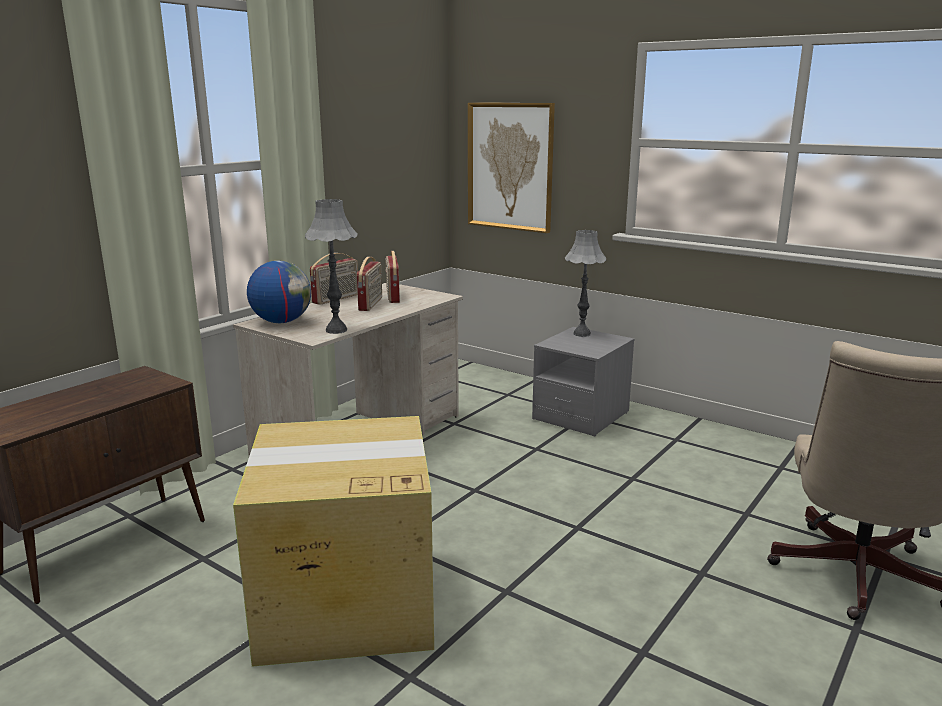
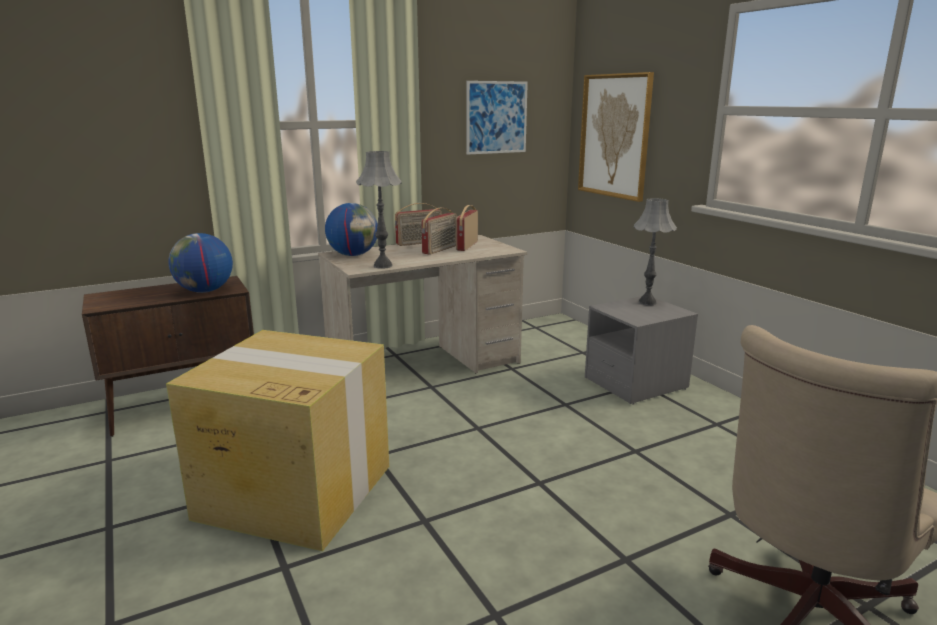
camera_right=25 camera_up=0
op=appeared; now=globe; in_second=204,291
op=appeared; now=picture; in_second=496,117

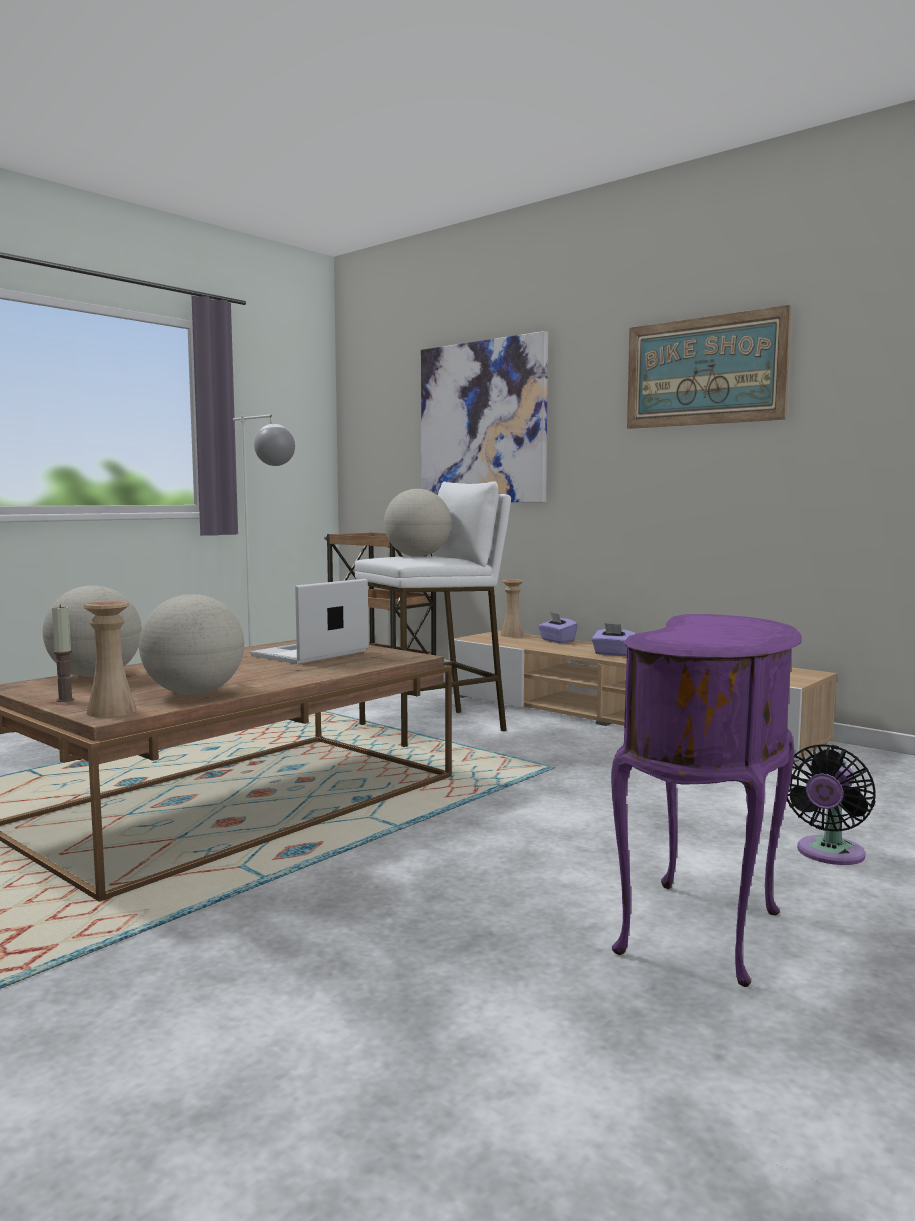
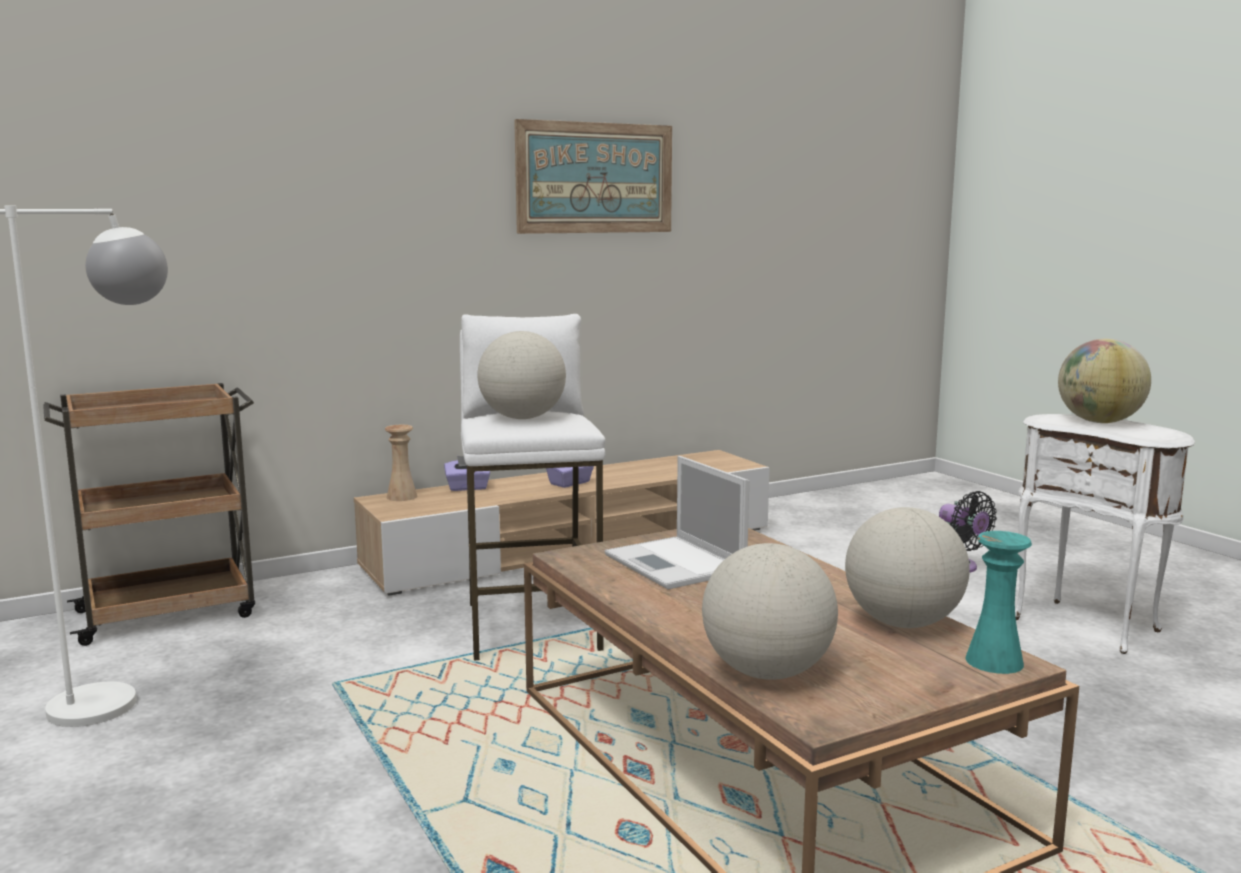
camera_right=-70 camera_up=5
op=missing; was=candle; in_first=65,700
op=missing; was=picture; in_first=482,422
op=appeared; now=globe; in_second=1099,422
op=colour; was=vase in beige; now=vase in turquoise; in_first=111,711; in_second=994,661
op=colour; was=side table in purple; now=side table in white; in_first=707,934; in_second=1088,625

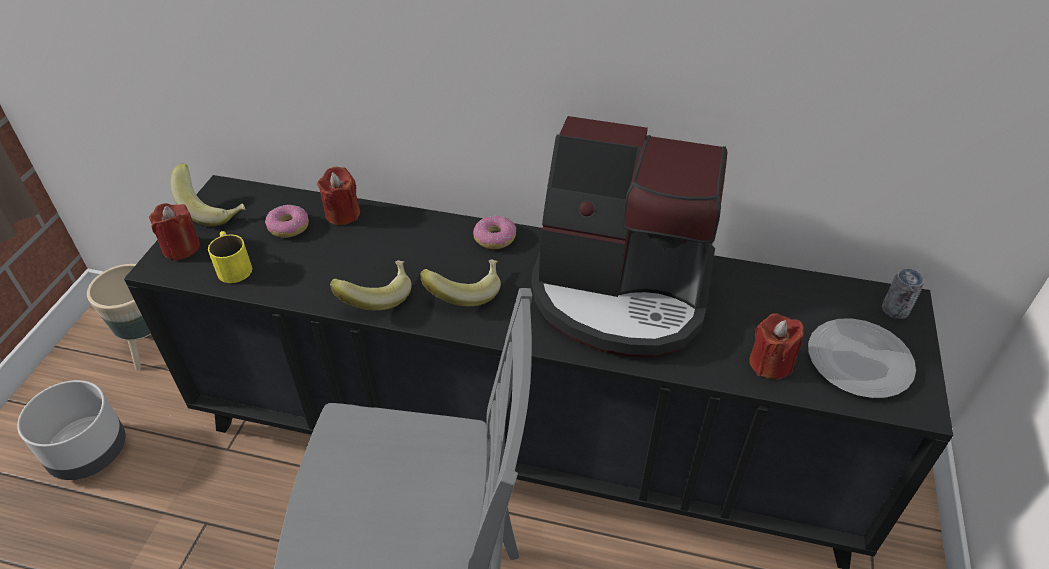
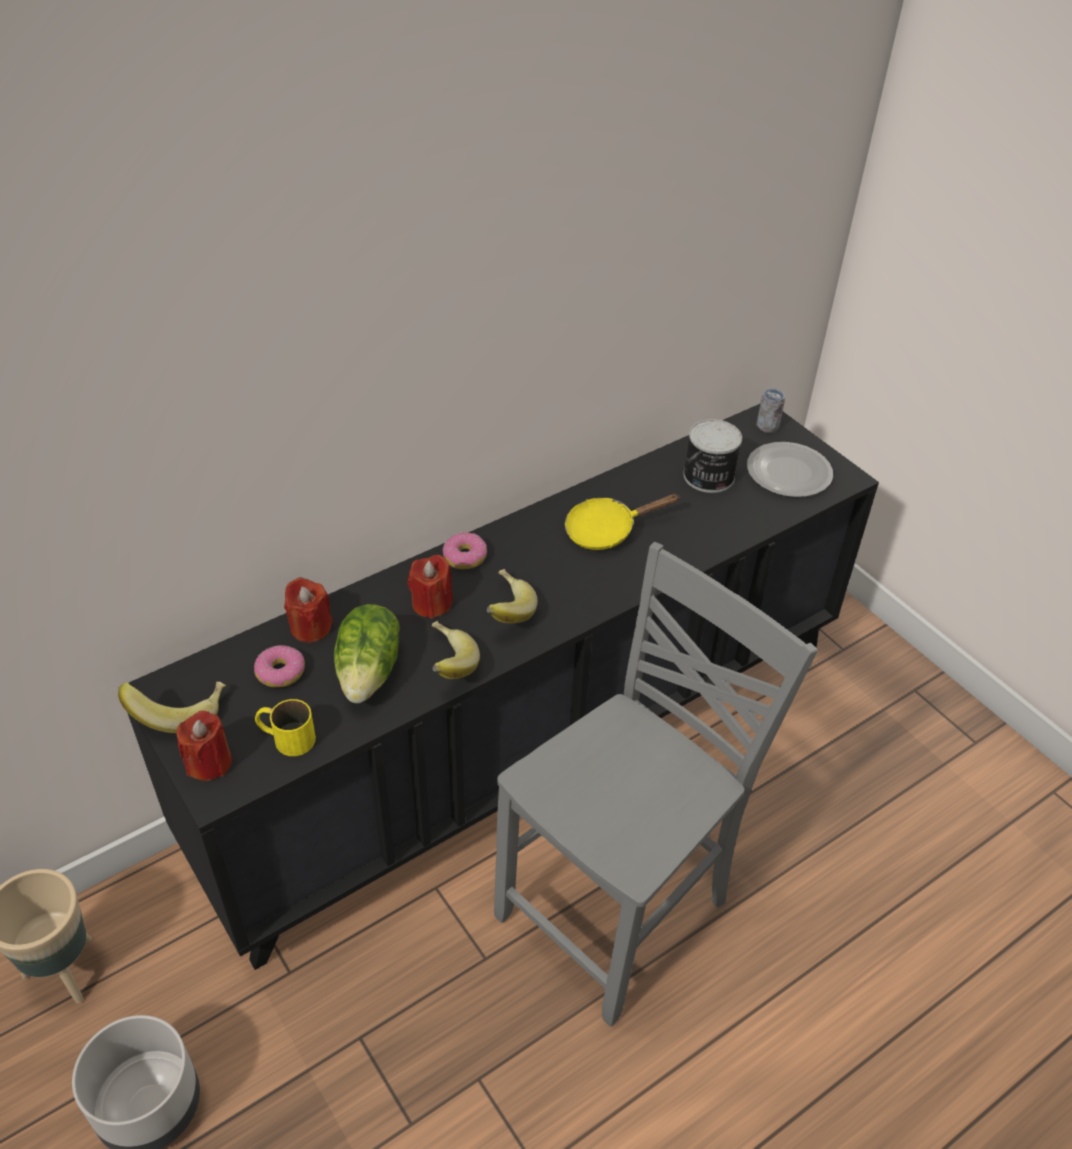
camera_right=-50 camera_up=0
op=appeared; now=lettuce; in_second=370,671
op=appeared; now=can; in_second=708,477
op=relocated; was=candle in red; in_first=770,363; in_second=431,604
op=exchanged; was=coffee machine; now=frying pan in yellow; in_first=622,292; in_second=606,530

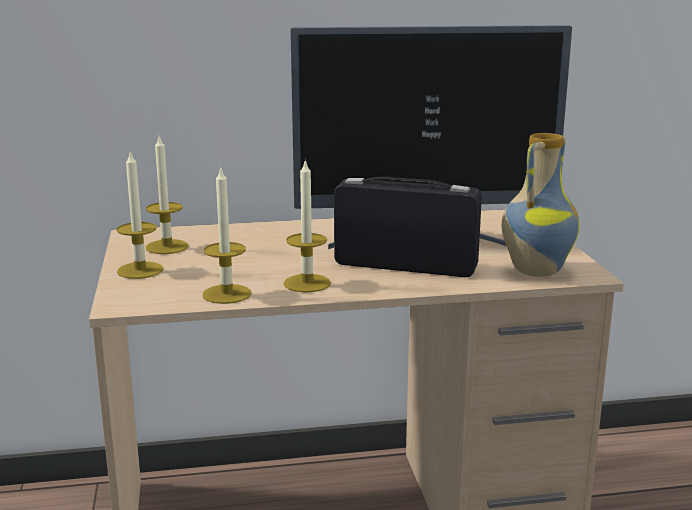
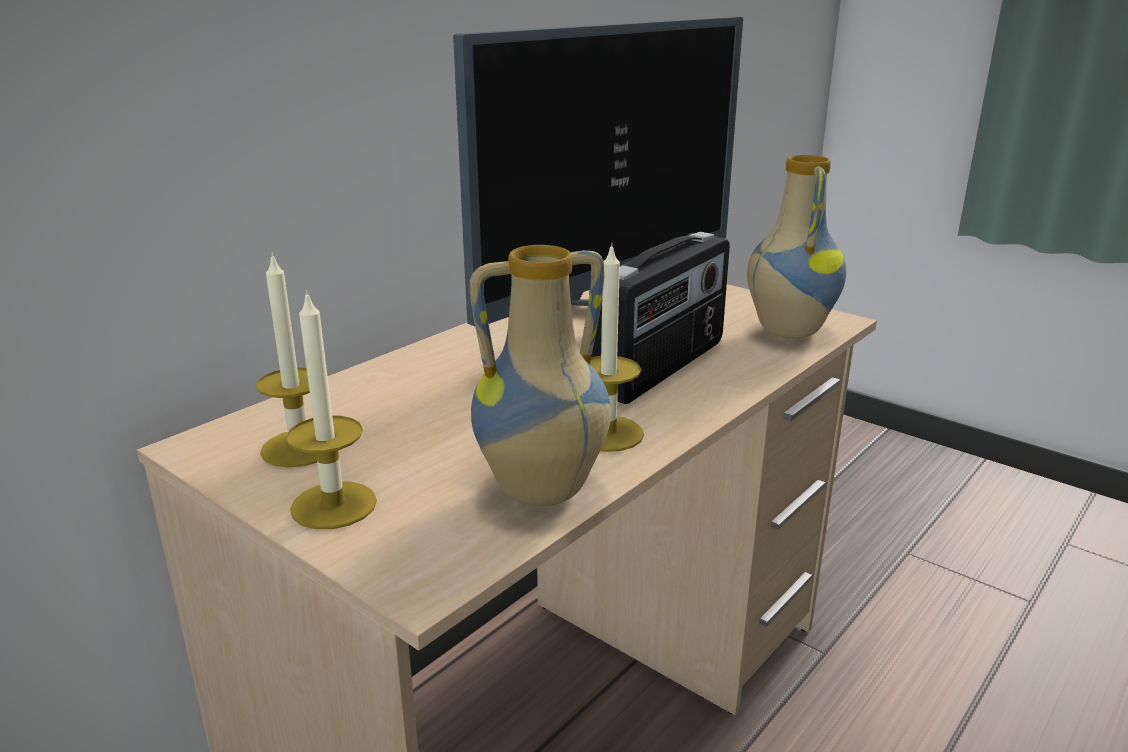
camera_right=-40 camera_up=5
op=exchanged; was=candle; now=vase; in_first=227,294; in_second=542,492
op=spun; was=radio; in_first=405,266; in_second=661,368; clockwise=150

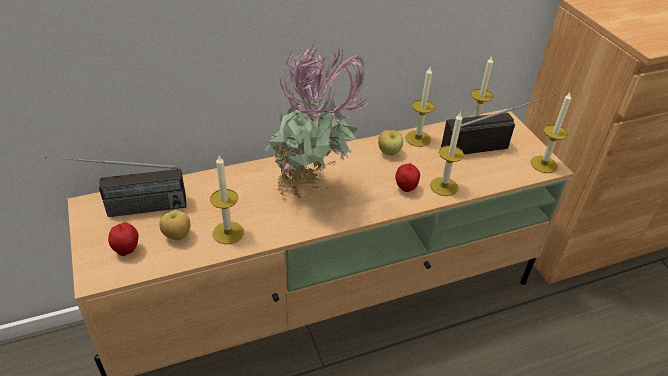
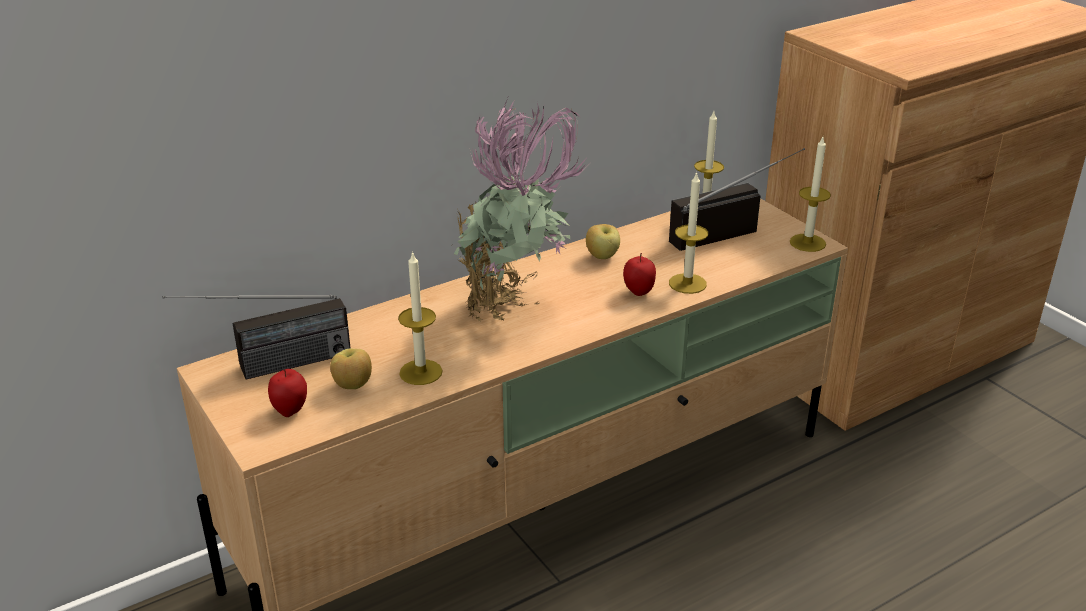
camera_right=-10 camera_up=-10
op=missing; was=candle; in_first=418,138

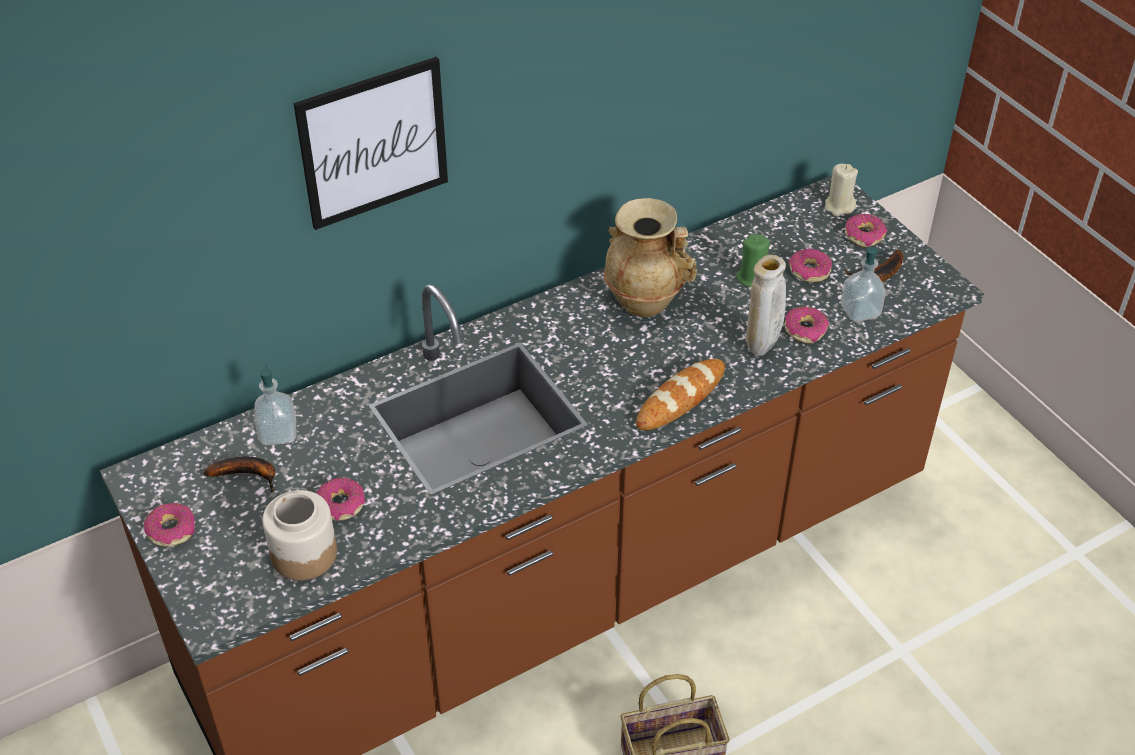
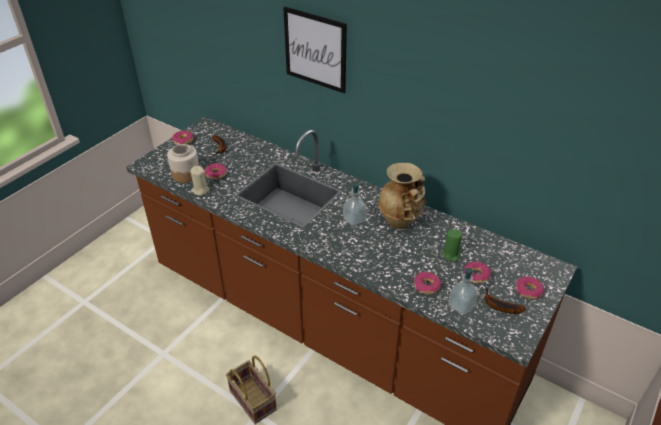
camera_right=65 camera_up=-5
op=missing; was=bread; in_first=680,398
op=missing; was=vase in beige; in_first=761,349
op=relocated; was=soap dispenser; in_first=278,433; in_second=354,219
op=relocated; was=candle in beige; in_first=839,207; in_second=200,190

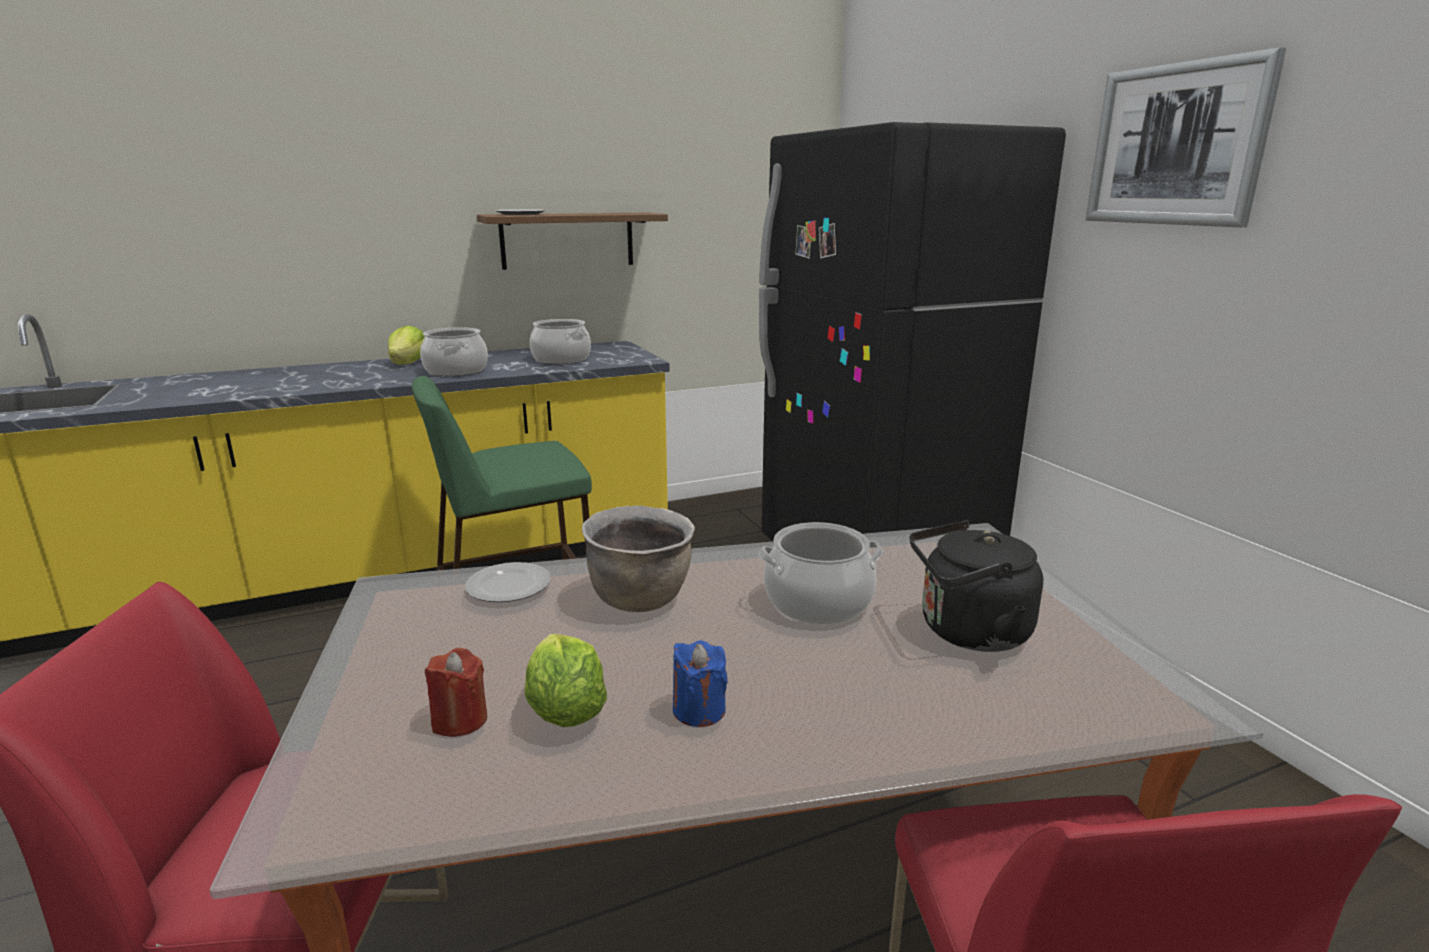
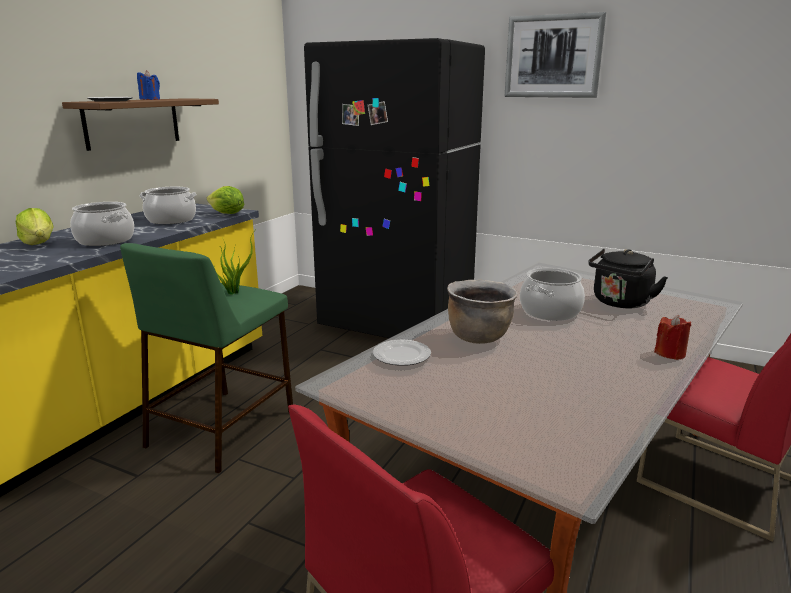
camera_right=-40 camera_up=0
op=appeared; now=potted plant; in_second=235,292
op=relocated; was=candle in red; in_first=459,720; in_second=670,353
op=relocated; was=lettuce; in_first=565,711; in_second=227,214
op=relocated; was=candle in blue; in_first=699,710; in_second=150,99

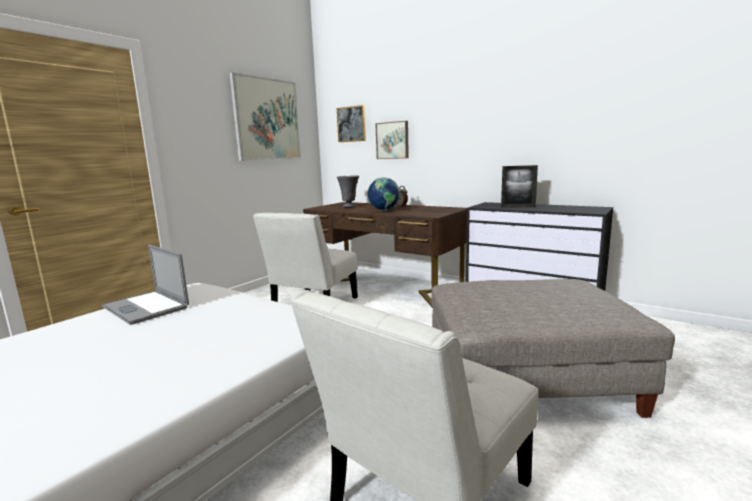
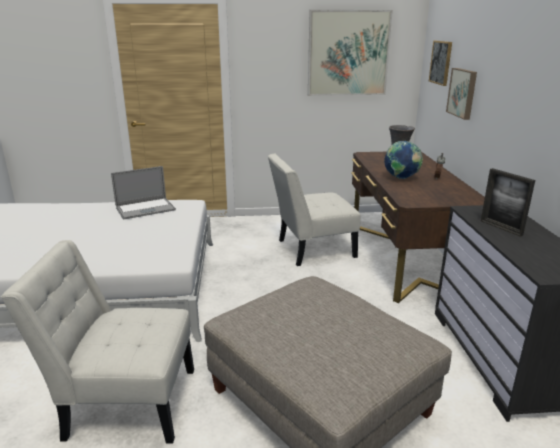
camera_right=50 camera_up=10
op=spun; was=laptop; in_first=145,307; in_second=145,209; clockwise=-120

